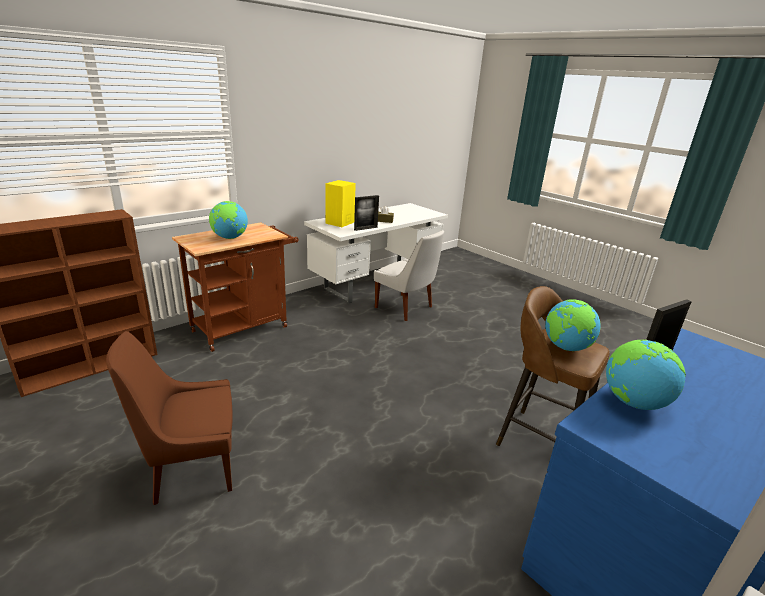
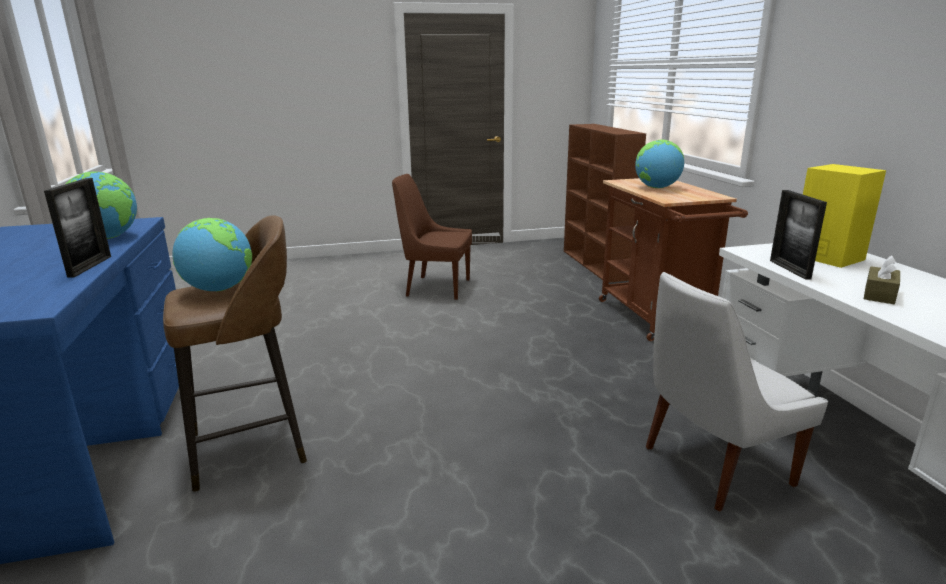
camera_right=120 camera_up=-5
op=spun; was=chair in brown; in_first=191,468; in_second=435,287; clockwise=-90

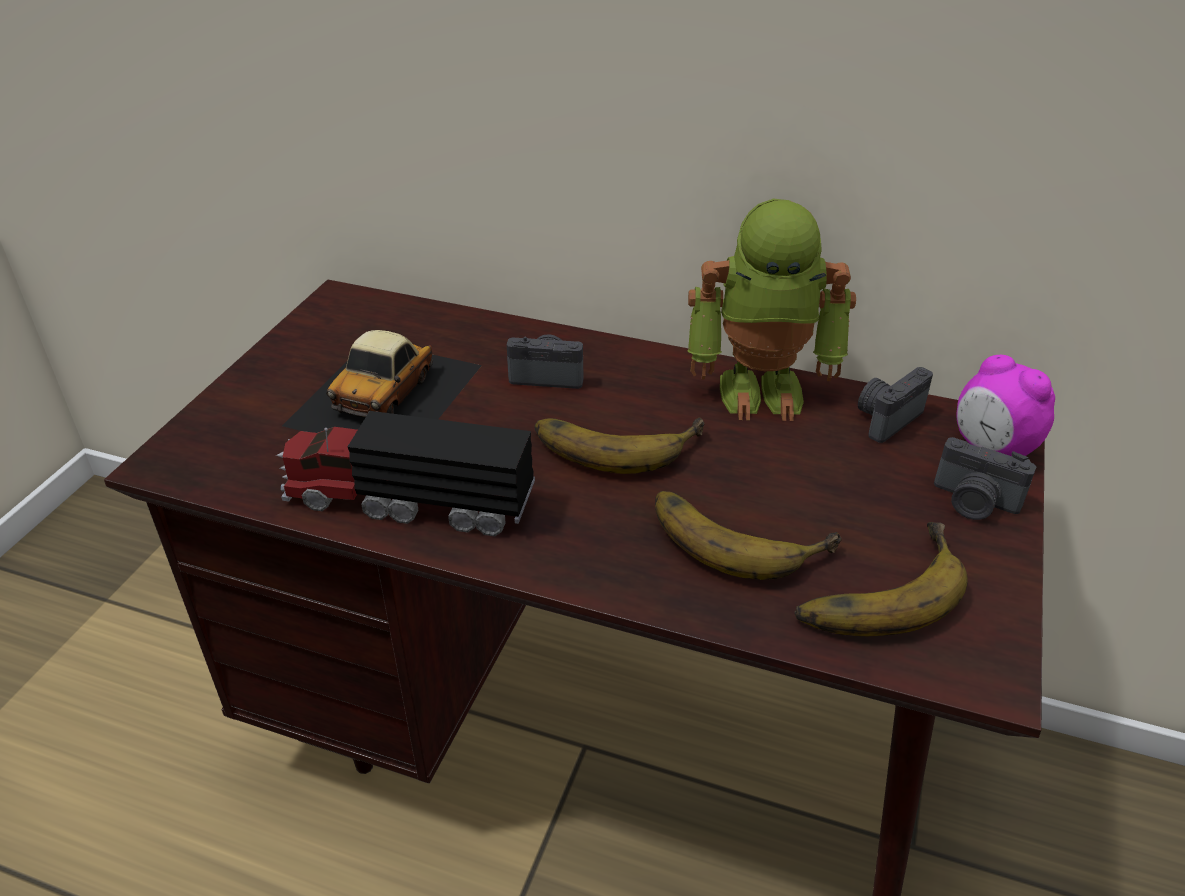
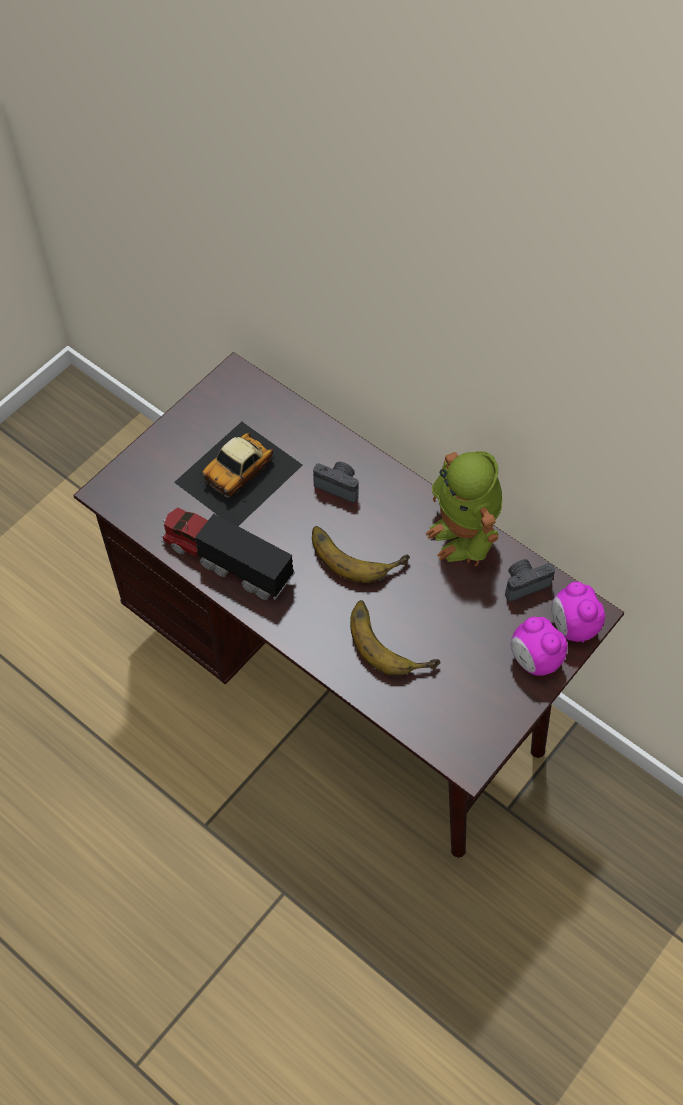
camera_right=20 camera_up=20
op=missing; was=banana; in_first=873,587
op=exchanged; was=photo camera; now=alarm clock; in_first=973,502; in_second=534,660
op=spun; was=toy robot; in_first=761,388; in_second=463,536; clockwise=45

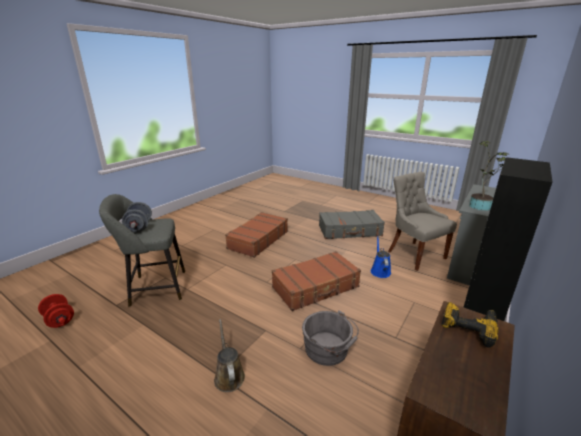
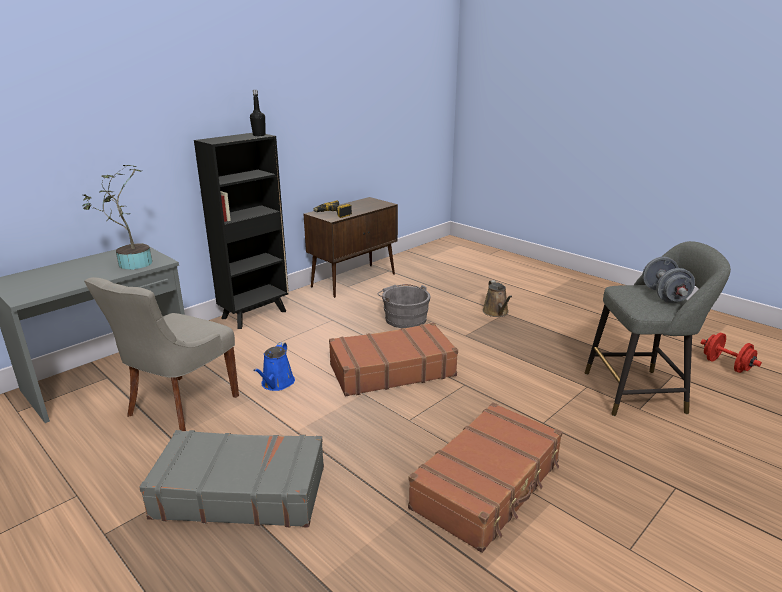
camera_right=-170 camera_up=0
op=appeared; now=bottle in black; in_second=259,135
op=spun; was=chair in grey; in_first=414,254; in_second=180,406; clockwise=45

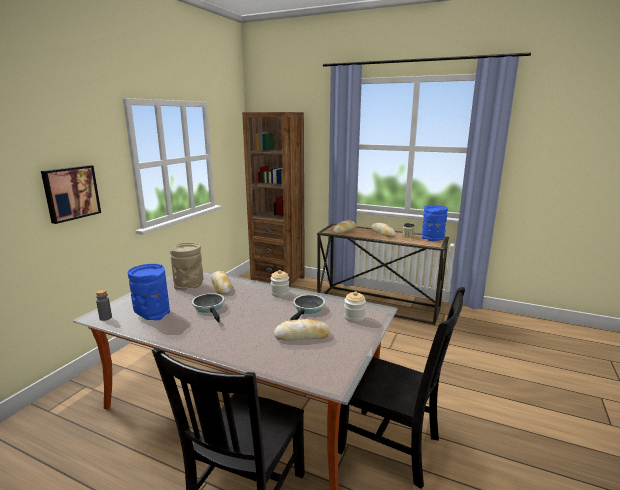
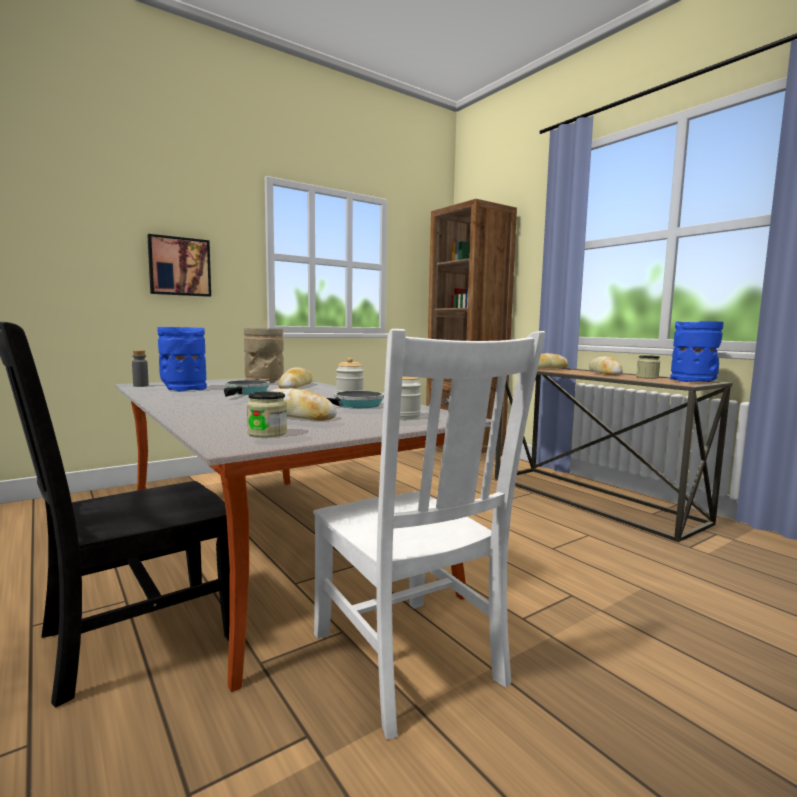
camera_right=30 camera_up=-10
op=appeared; now=jar; in_second=267,433
op=colour; was=chair in black; now=chair in white; in_first=392,446; in_second=409,661

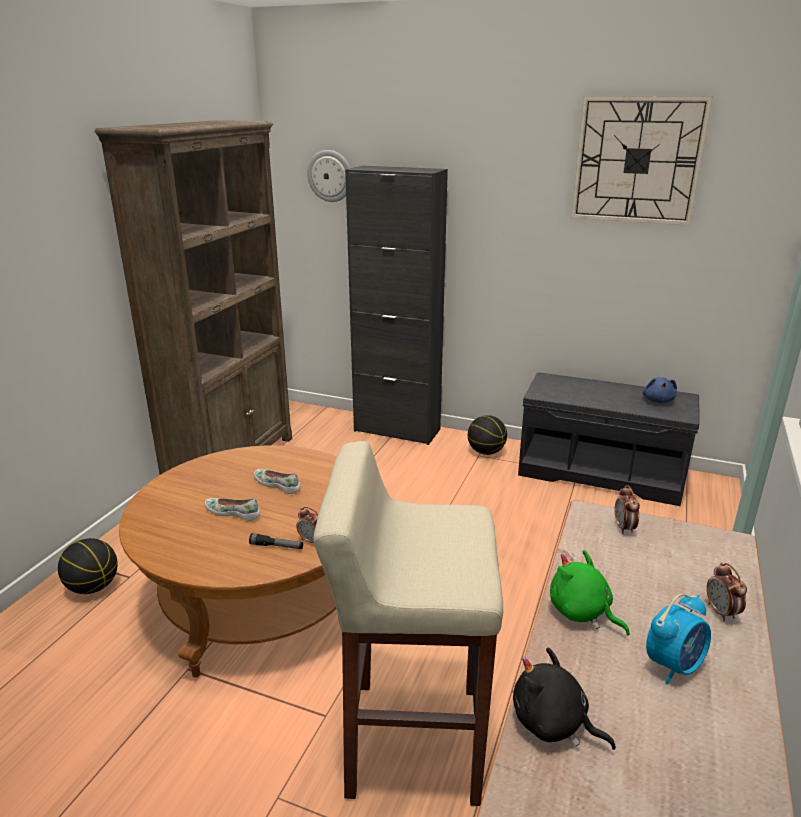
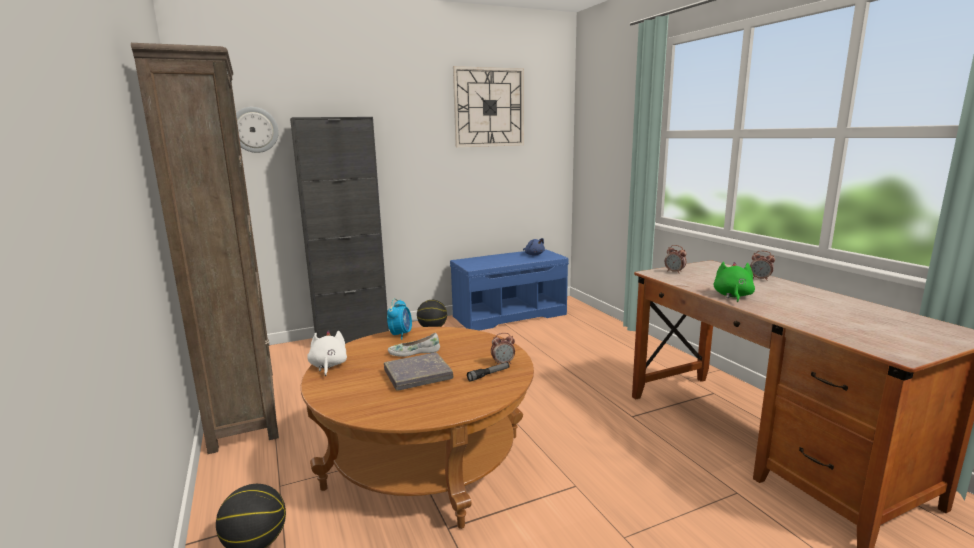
camera_right=-45 camera_up=-10
op=missing; was=stool in beige; in_first=411,739
op=missing; was=plush toy in black; in_first=553,723
op=appeared; now=plush toy in white; in_second=328,366
op=relocated; was=alarm clock; in_first=673,665; in_second=401,335
op=exchanged; was=shoe in white; now=book in grey; in_first=233,512; in_second=418,375
op=colour; was=bench in grey; now=bench in blue; in_first=601,472; in_second=510,315
op=spun; was=plush toy in green; in_first=582,612; in_second=732,296; clockwise=105

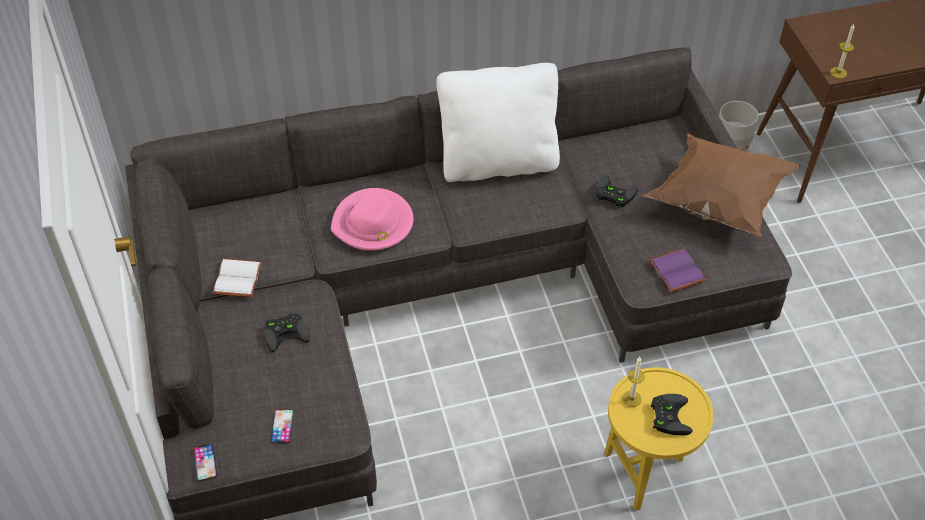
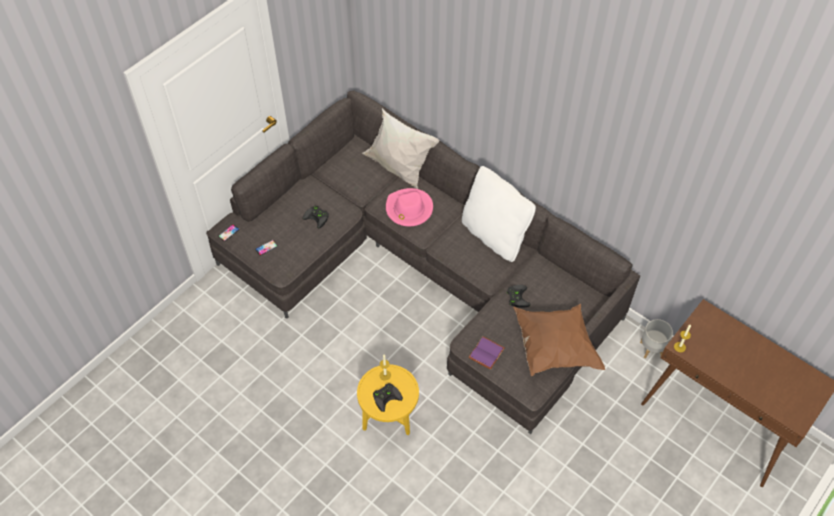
camera_right=55 camera_up=5
op=missing; was=book in white; in_first=239,279
op=appeared; now=pillow in white; in_second=399,169

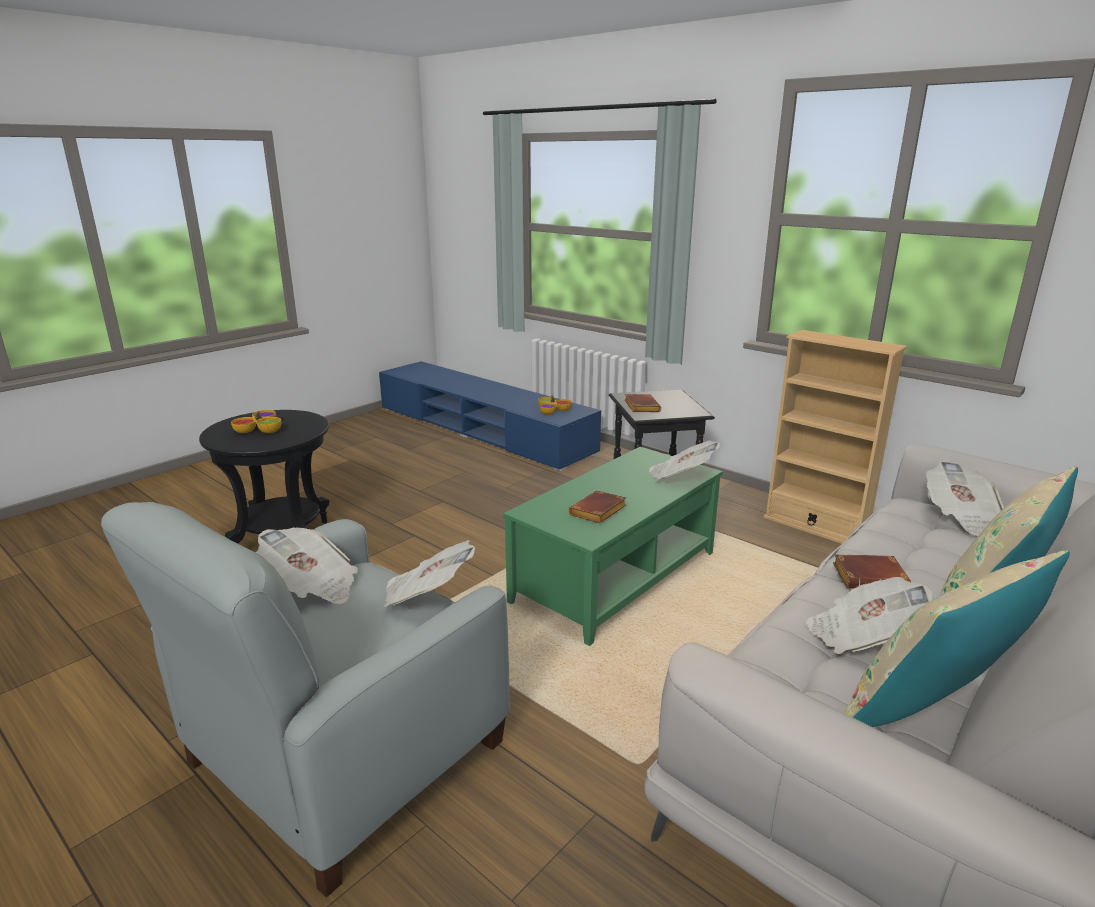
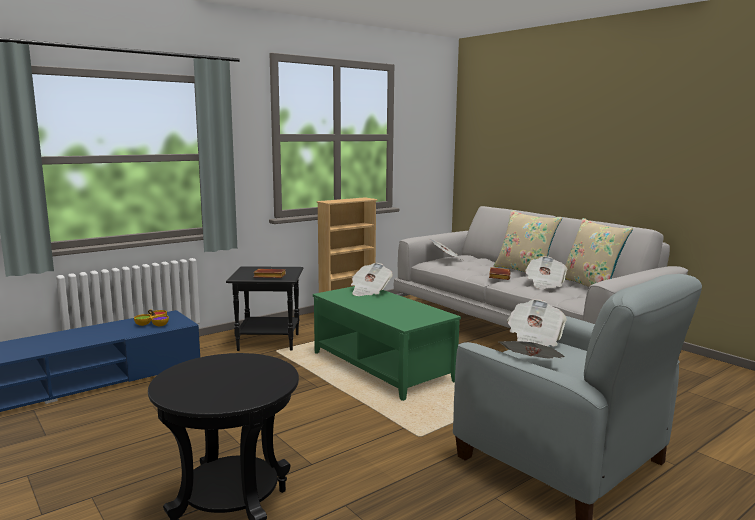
camera_right=-80 camera_up=-10
op=missing; was=bowl; in_first=260,429
op=missing; was=book in brown; in_first=598,512

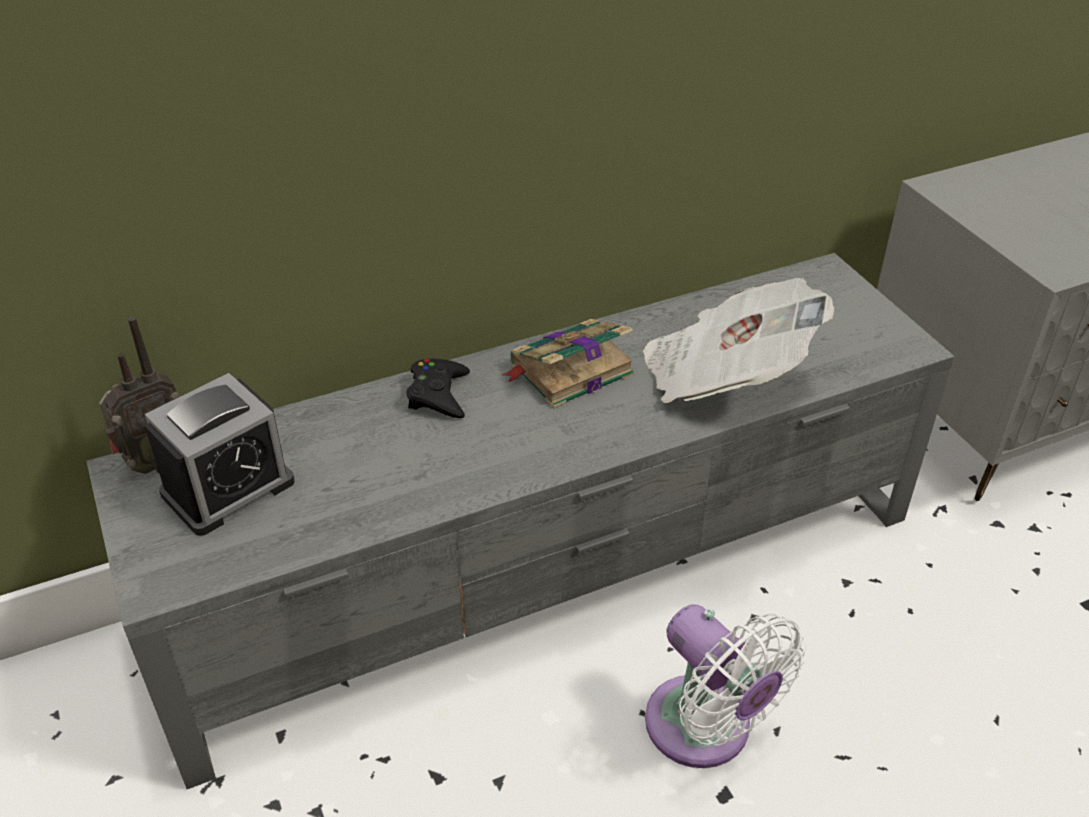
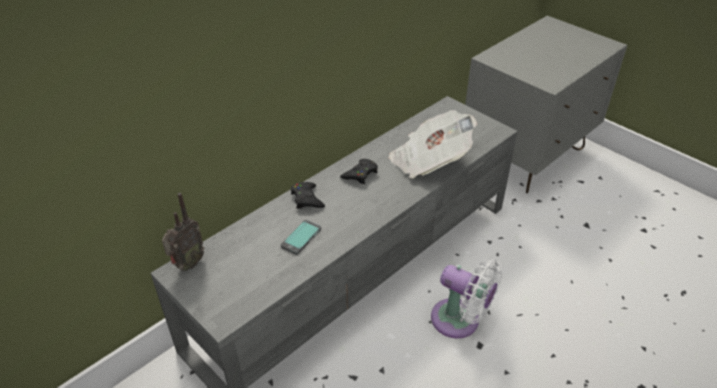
camera_right=-20 camera_up=0
op=missing; was=alarm clock; in_first=228,488
op=appeared; now=phone; in_second=301,237
op=exchanged; was=book; now=game controller in black; in_first=569,370; in_second=360,174

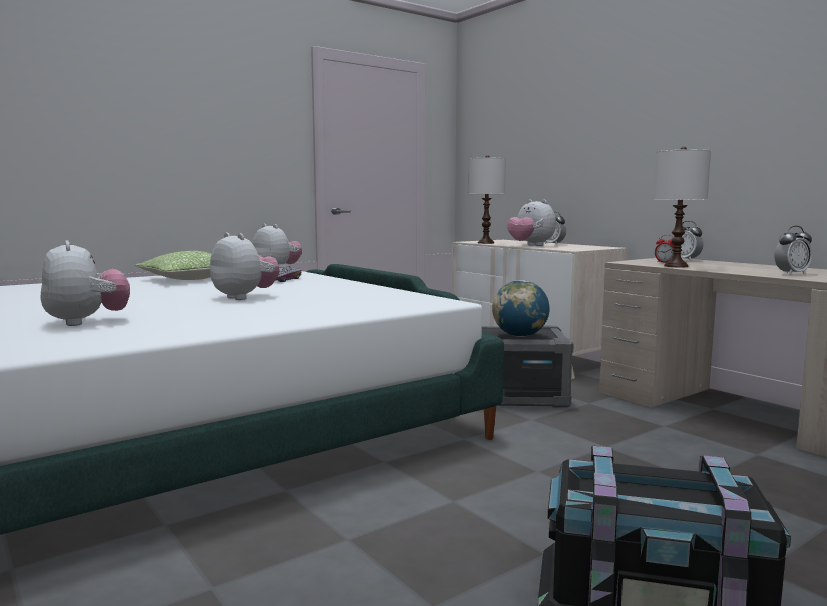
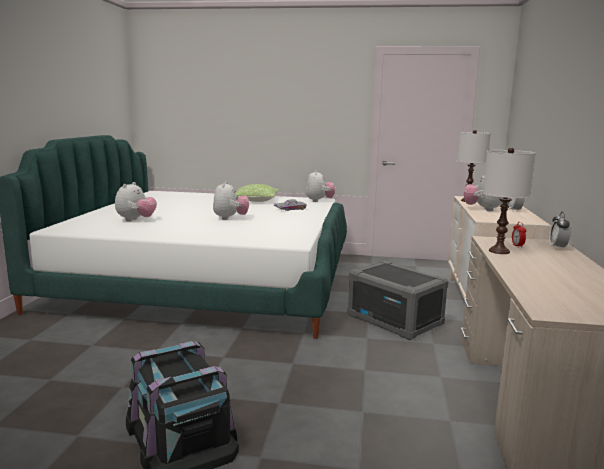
camera_right=45 camera_up=5
op=missing; was=globe; in_first=520,336
op=missing; was=alarm clock; in_first=791,273

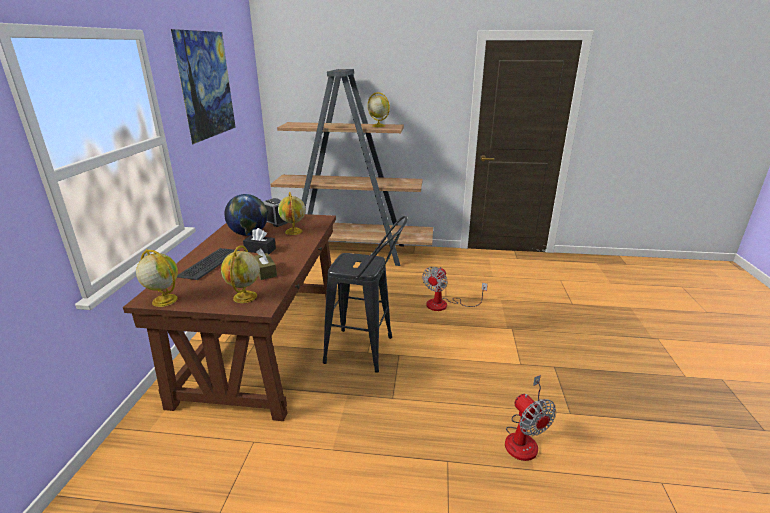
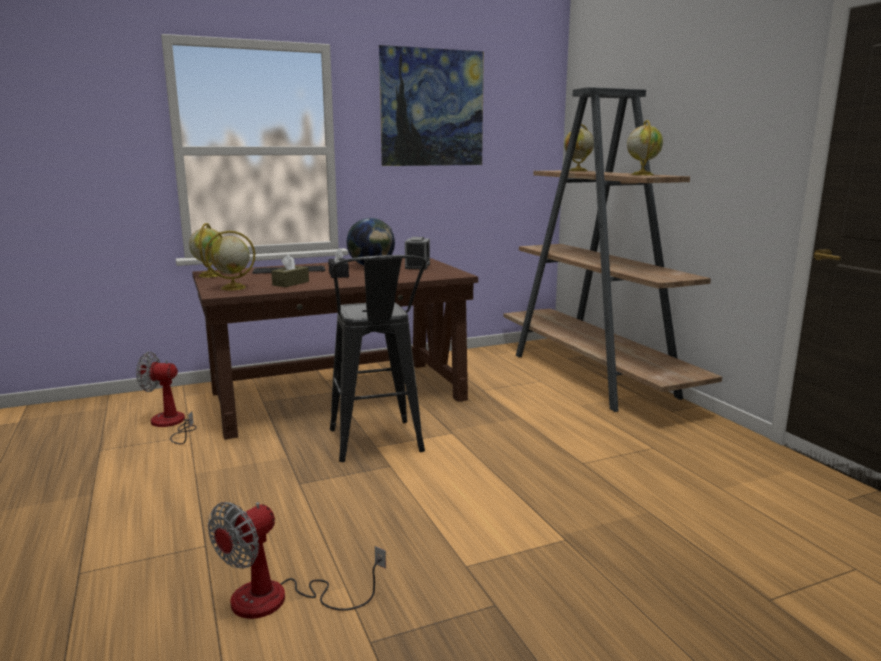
camera_right=60 camera_up=-10
op=relocated; was=globe; in_first=294,232; in_second=577,170
op=relocated; was=fan; in_first=444,305; in_second=171,424

